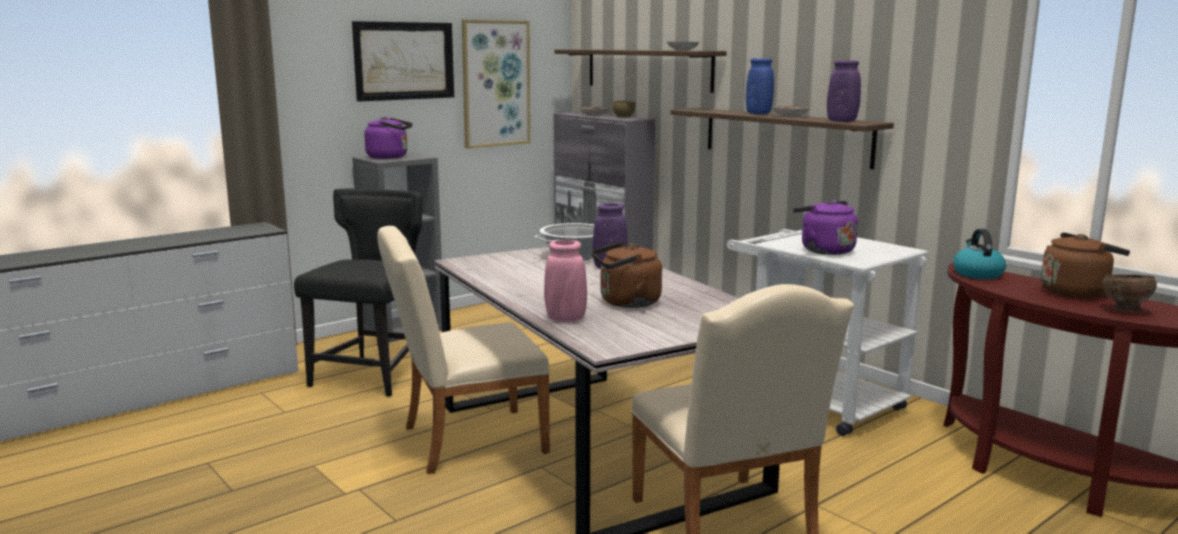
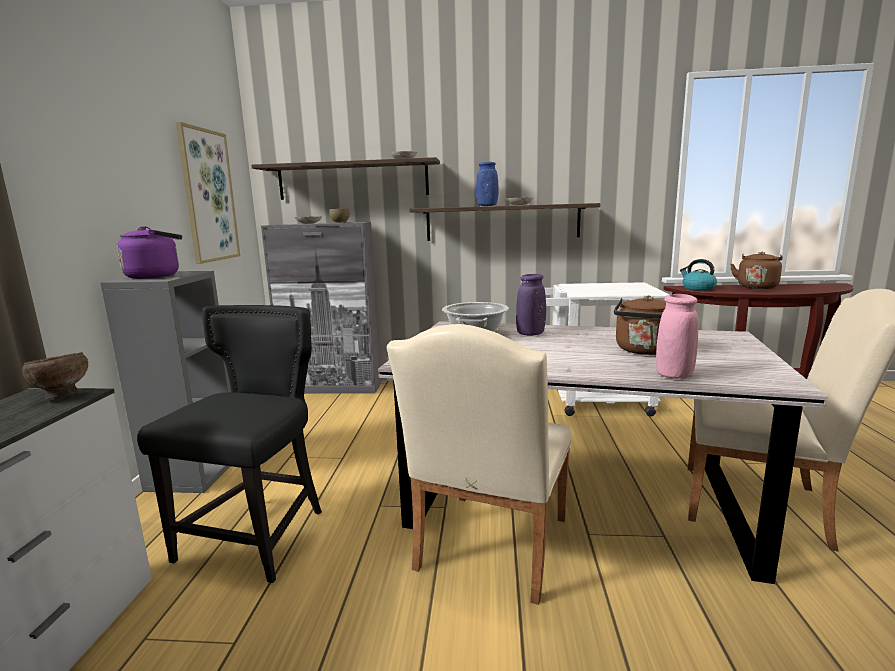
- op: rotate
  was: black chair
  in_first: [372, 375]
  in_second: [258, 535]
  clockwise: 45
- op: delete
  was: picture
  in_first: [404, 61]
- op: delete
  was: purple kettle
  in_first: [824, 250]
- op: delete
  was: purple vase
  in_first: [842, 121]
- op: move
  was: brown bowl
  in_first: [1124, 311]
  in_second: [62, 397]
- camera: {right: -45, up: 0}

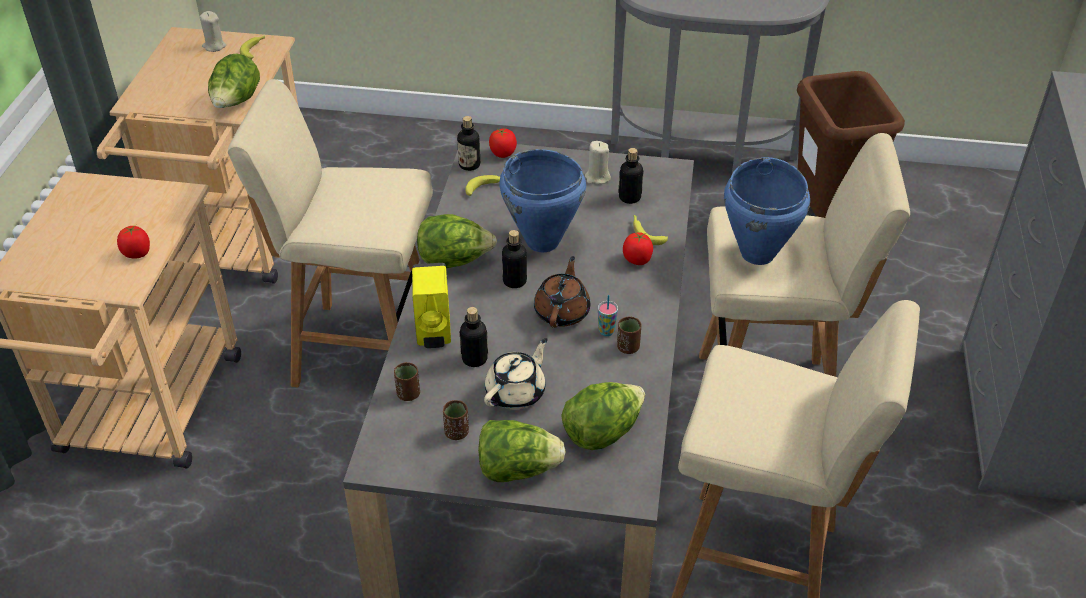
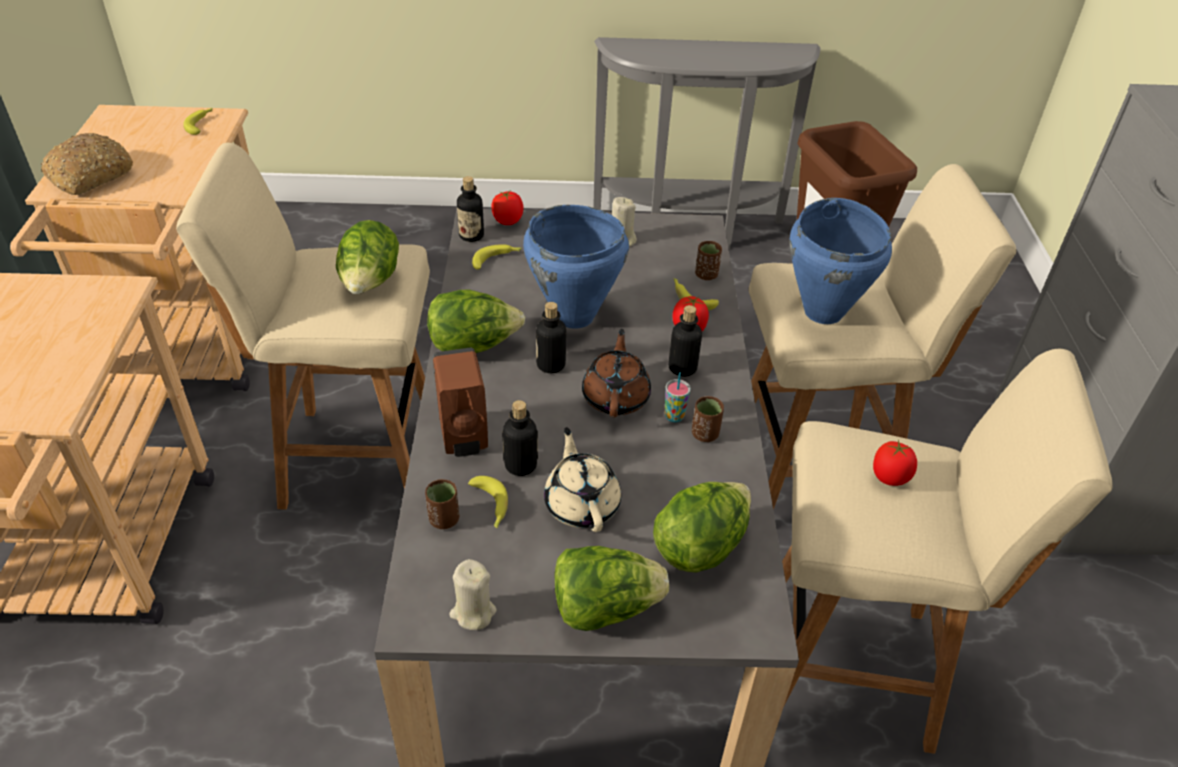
- op: move
  was: tomato
  in_first: [137, 253]
  in_second: [890, 477]
- op: move
  was: beige candle
  in_first: [214, 46]
  in_second: [473, 612]
- op: move
  was: lettuce
  in_first: [236, 103]
  in_second: [370, 284]
- op: recolor
  was: yellow soap dispenser
  now: brown soap dispenser
  in_first: [434, 334]
  in_second: [463, 438]
- op: move
  was: brown cup
  in_first: [456, 432]
  in_second: [706, 275]
- op: rotate
  was: beige teapot
  in_first: [516, 392]
  in_second: [582, 503]
  clockwise: -45
- op: move
  was: bottle
  in_first: [629, 197]
  in_second: [682, 368]
- op: insert
  now: bread
  in_second: [90, 175]
- op: insert
  now: banana
  in_second: [490, 507]
- camera: {right: -10, up: 0}

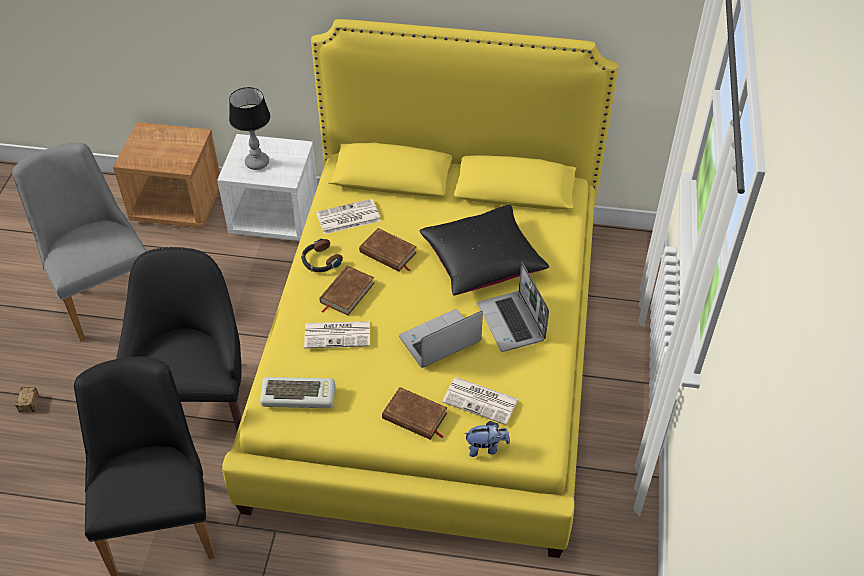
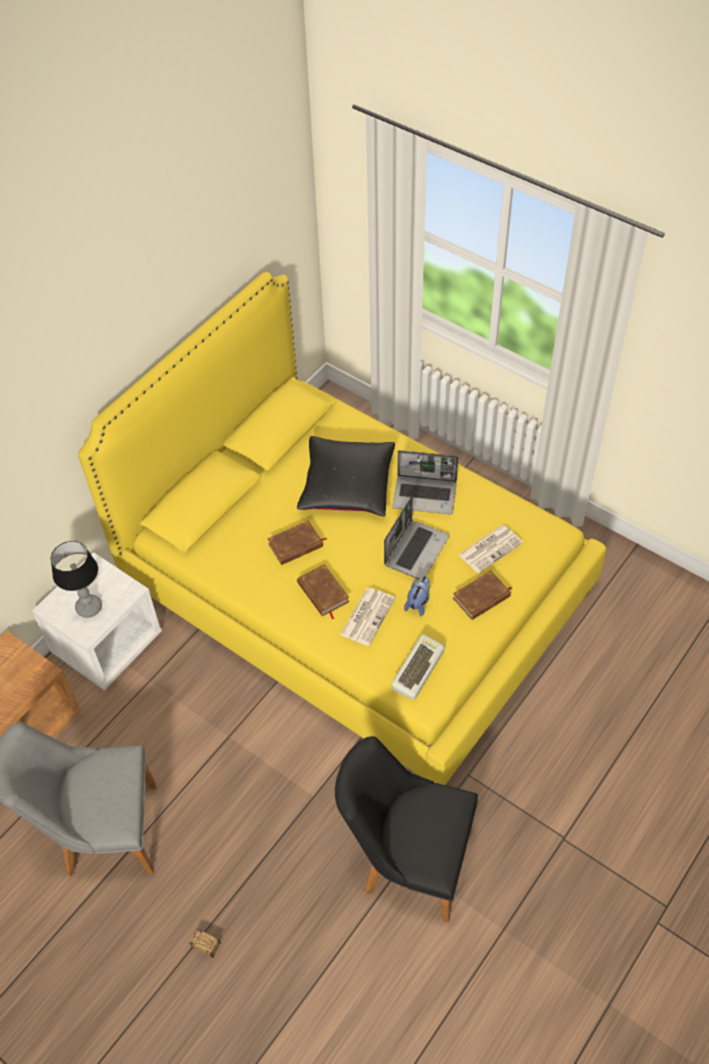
- op: delete
  was: black armchair
  in_first: [195, 395]
- op: delete
  was: headphones
  in_first: [320, 261]
- op: delete
  was: newspaper
  in_first: [347, 218]
- op: rotate
  was: laptop
  in_first: [439, 341]
  in_second: [416, 550]
  clockwise: -150
- op: move
  was: plush toy
  in_first: [486, 447]
  in_second: [418, 603]
- camera: {right: -60, up: 5}

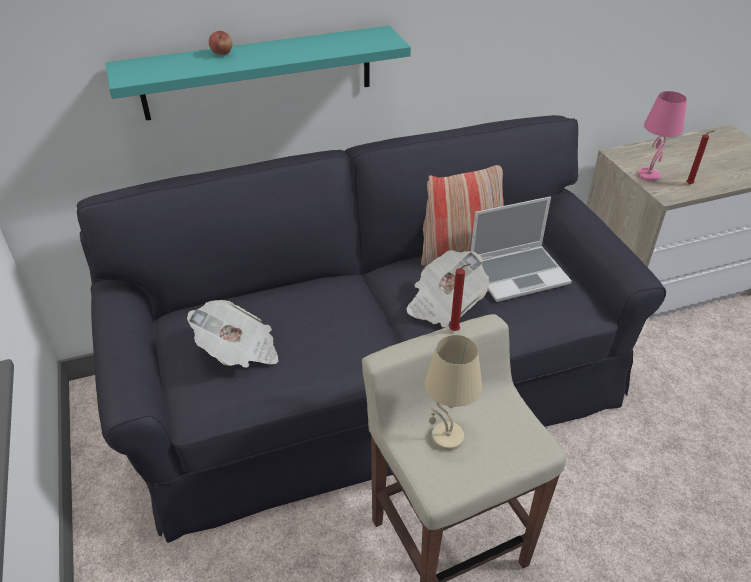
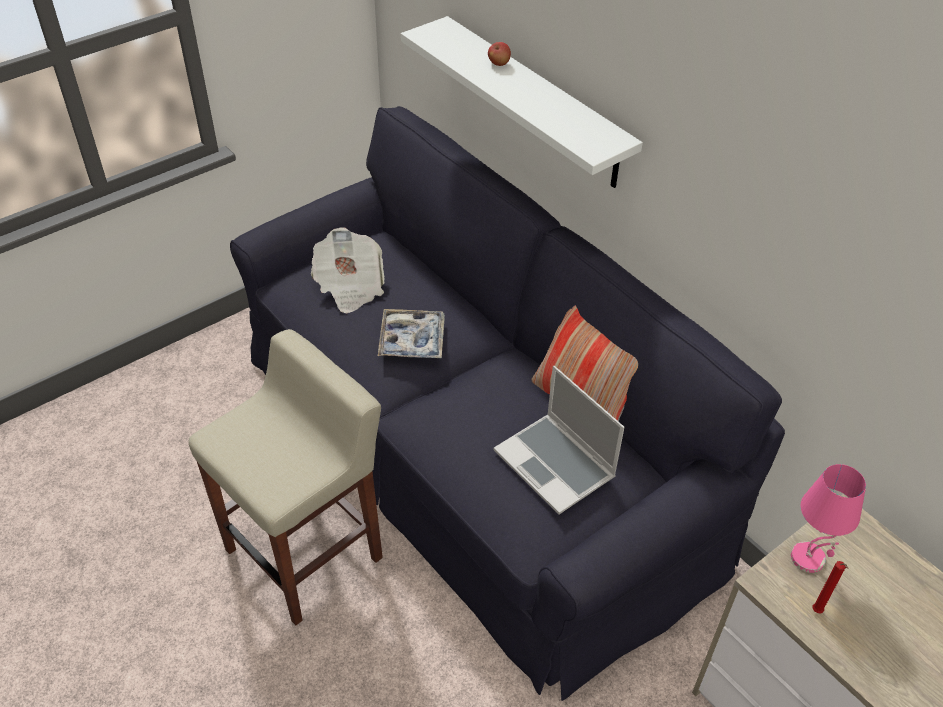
- op: recolor
  was: turquoise shelf
  now: white shelf
  in_first: [258, 73]
  in_second: [535, 102]
- op: delete
  was: newspaper
  in_first: [444, 304]
- op: delete
  was: beige table lamp
  in_first: [446, 437]
- op: delete
  was: red candle
  in_first: [456, 330]
- op: insert
  now: tray
  in_second: [412, 340]
- camera: {right: 70, up: 5}

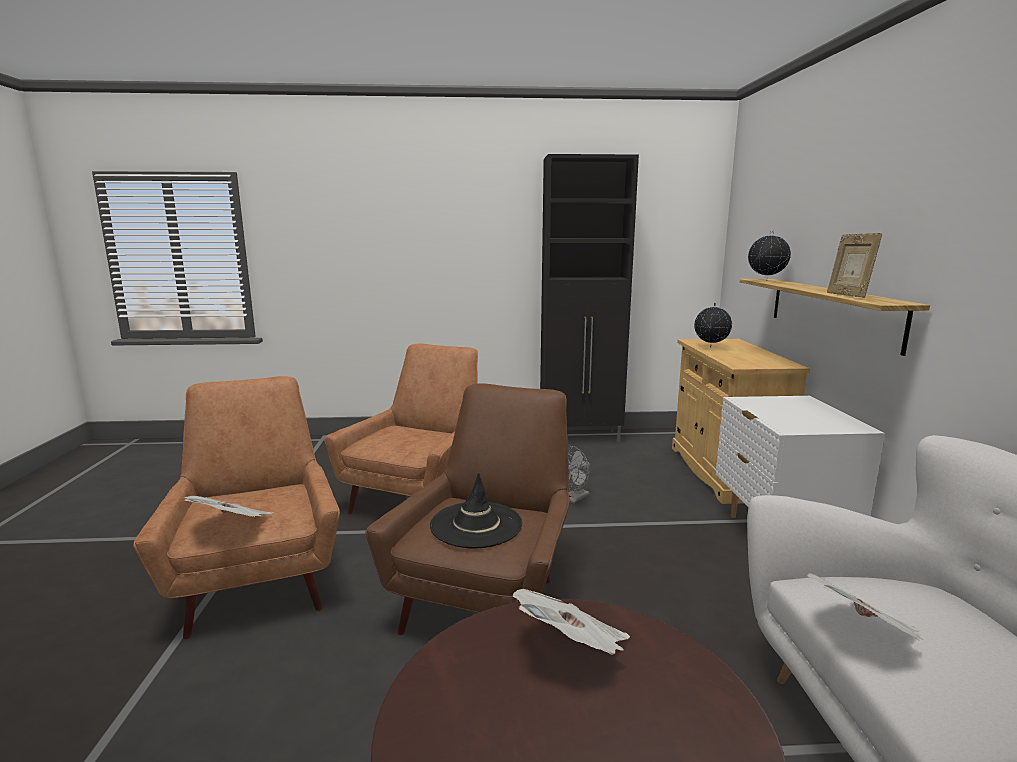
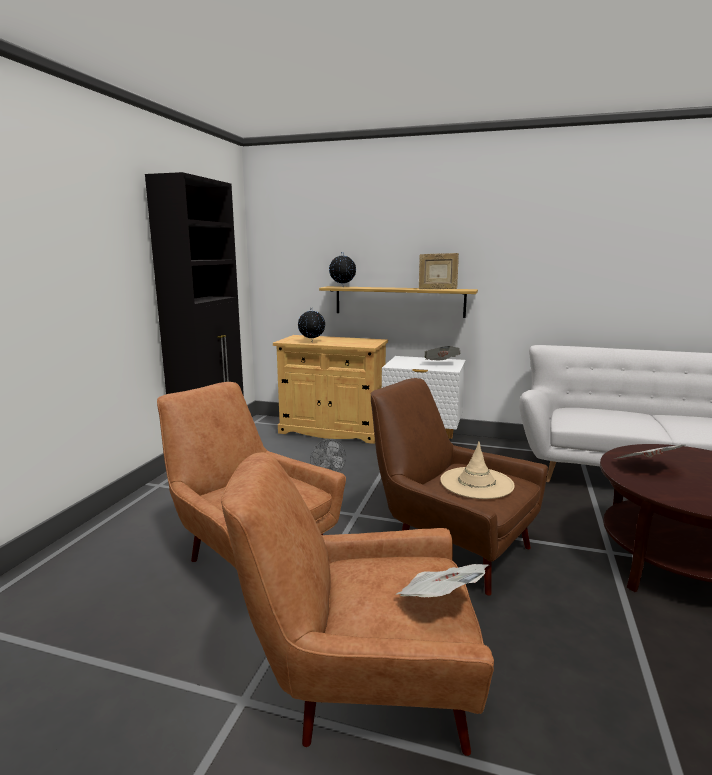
- op: recolor
  was: black hat
  now: beige hat
  in_first: [476, 525]
  in_second: [476, 483]
- op: move
  was: newspaper
  in_first: [863, 632]
  in_second: [441, 364]
- camera: {right: -70, up: 0}

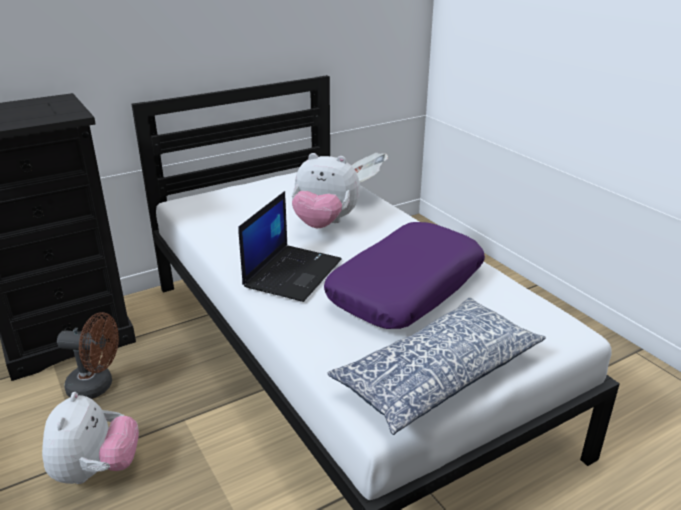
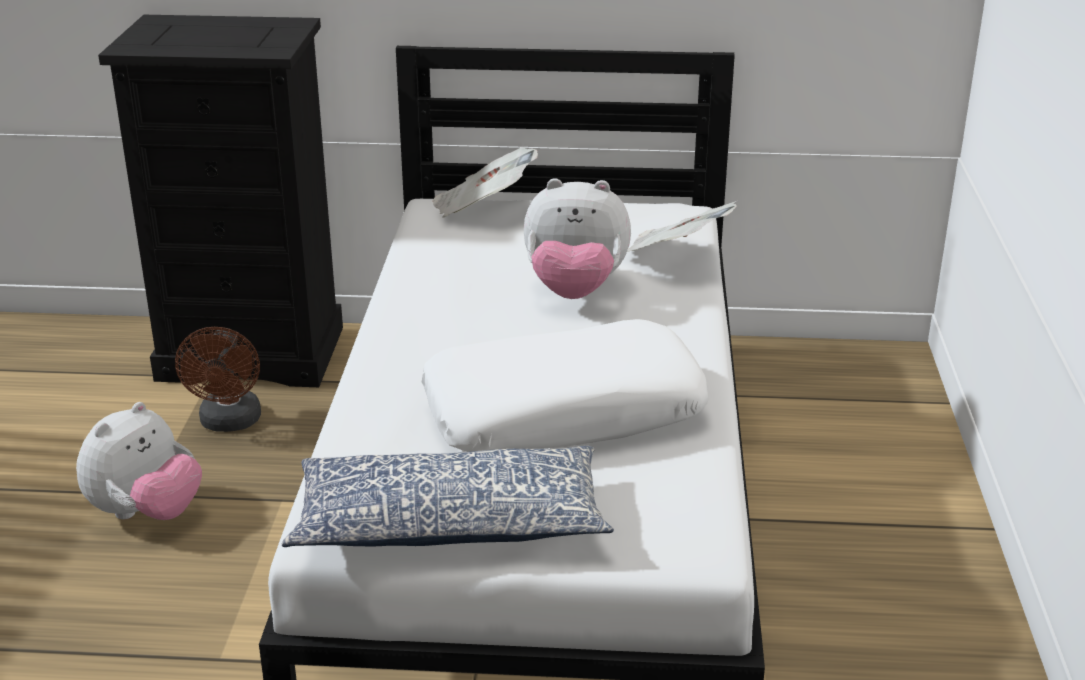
- op: rotate
  was: brown fan
  in_first: [97, 386]
  in_second: [229, 423]
  clockwise: 45
- op: delete
  was: laptop
  in_first: [292, 272]
- op: rotate
  was: plush toy
  in_first: [324, 224]
  in_second: [575, 291]
  clockwise: -45
- op: recolor
  was: purple pillow
  now: white pillow
  in_first: [406, 288]
  in_second: [564, 411]
- op: insert
  now: newspaper
  in_second: [482, 208]
- camera: {right: 35, up: 0}

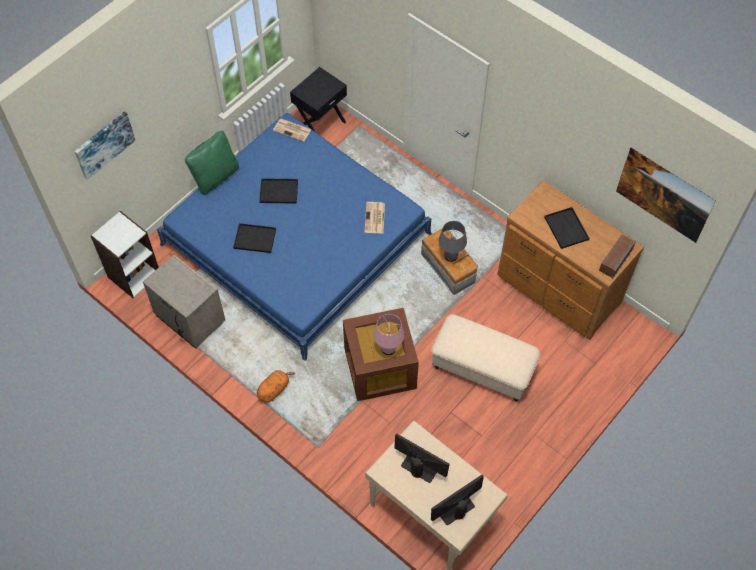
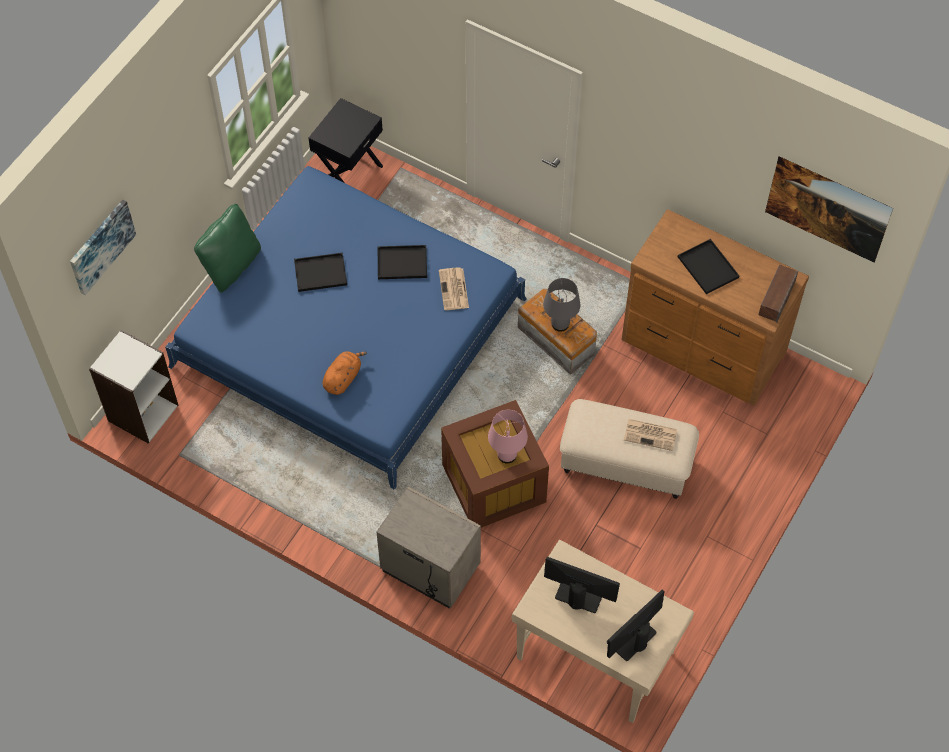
- op: move
  was: beige nightstand
  in_first: [189, 319]
  in_second: [429, 569]
- op: move
  was: black tray
  in_first: [254, 239]
  in_second: [401, 263]
- op: move
  was: orange plush toy
  in_first: [274, 389]
  in_second: [343, 378]
- op: move
  was: newspaper
  in_first: [293, 130]
  in_second: [651, 434]
- camera: {right: -10, up: 0}

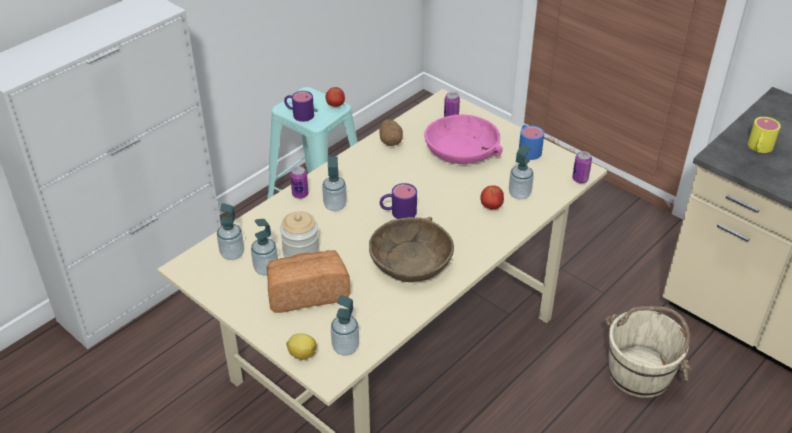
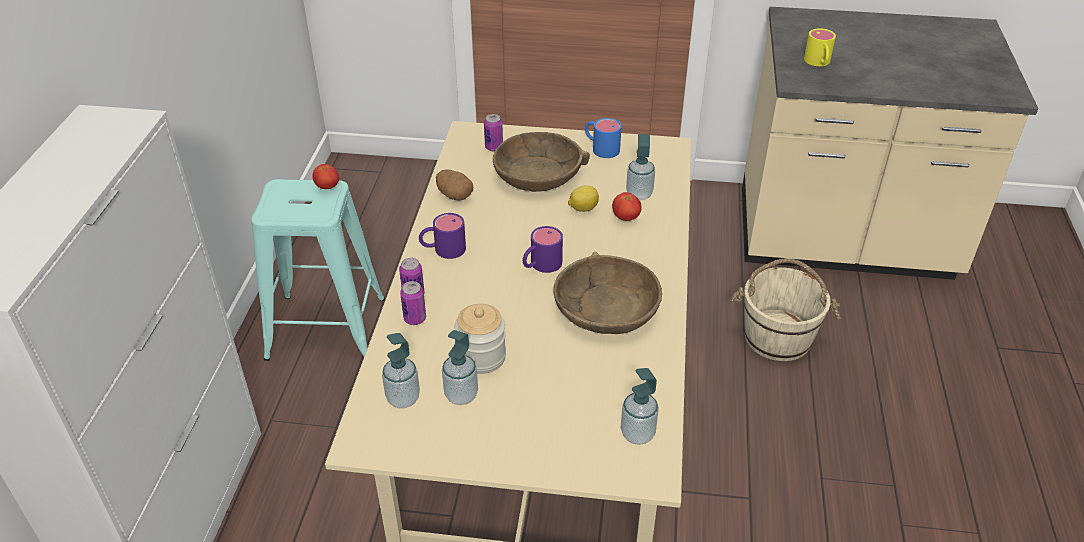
- op: delete
  was: bread
  in_first: [307, 292]
- op: move
  was: purple mug
  in_first: [299, 114]
  in_second: [443, 249]
- op: move
  was: lemon
  in_first: [301, 354]
  in_second: [583, 208]
- op: delete
  was: soap dispenser
  in_first: [335, 205]
- op: recolor
  was: pink bowl
  now: brown bowl
  in_first: [462, 149]
  in_second: [538, 174]
- op: move
  was: can
  in_first: [580, 179]
  in_second: [415, 319]
- camera: {right: -35, up: 0}

